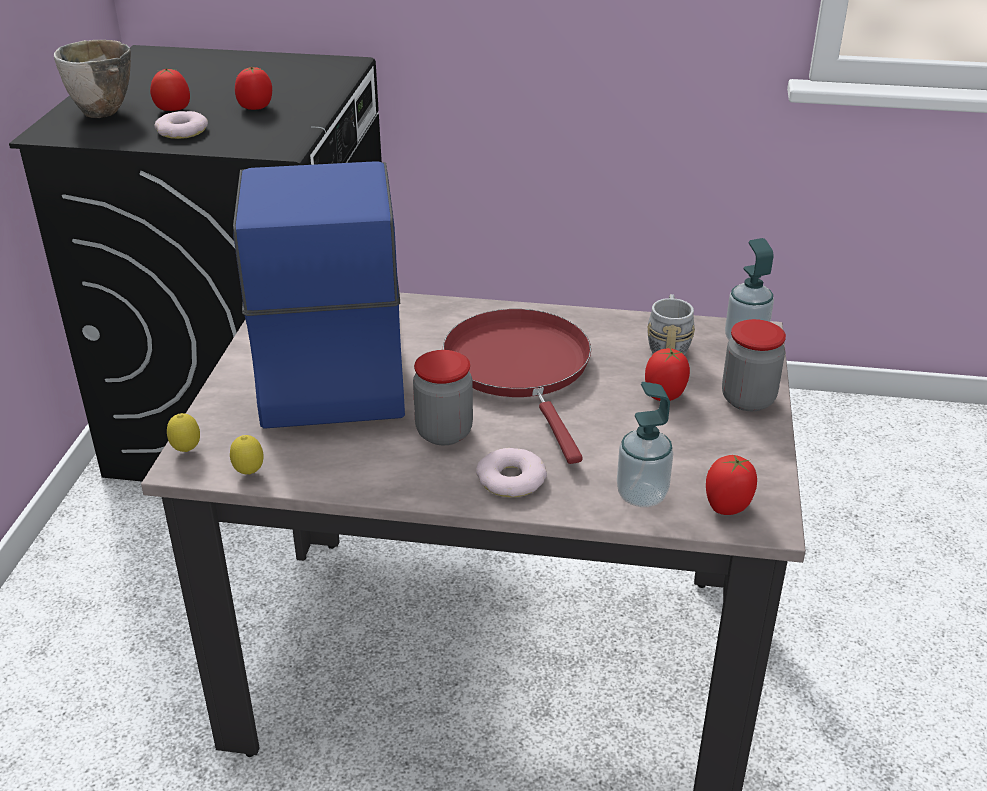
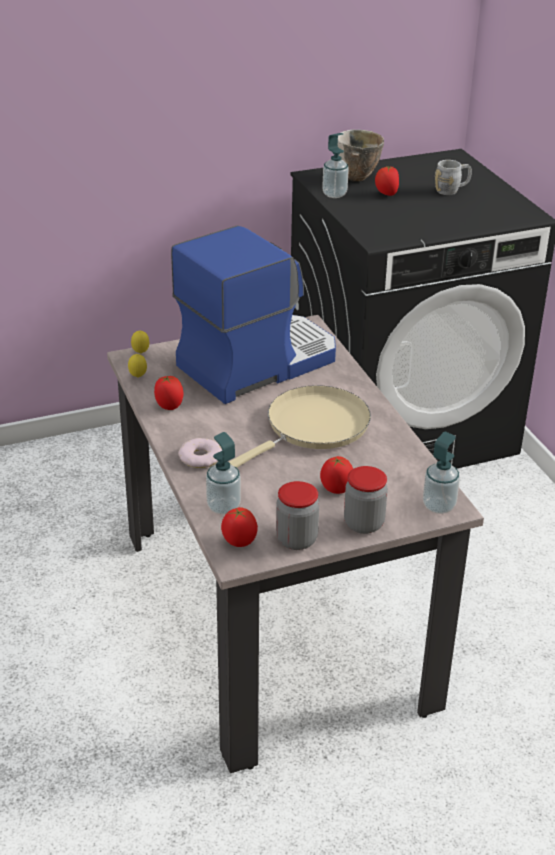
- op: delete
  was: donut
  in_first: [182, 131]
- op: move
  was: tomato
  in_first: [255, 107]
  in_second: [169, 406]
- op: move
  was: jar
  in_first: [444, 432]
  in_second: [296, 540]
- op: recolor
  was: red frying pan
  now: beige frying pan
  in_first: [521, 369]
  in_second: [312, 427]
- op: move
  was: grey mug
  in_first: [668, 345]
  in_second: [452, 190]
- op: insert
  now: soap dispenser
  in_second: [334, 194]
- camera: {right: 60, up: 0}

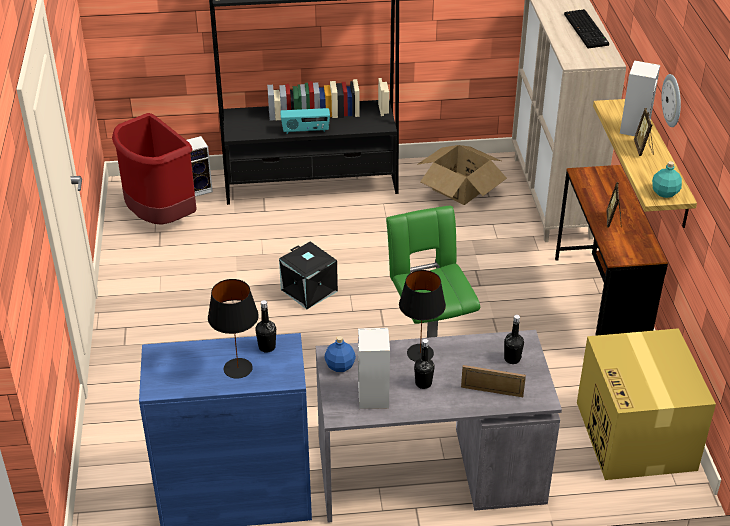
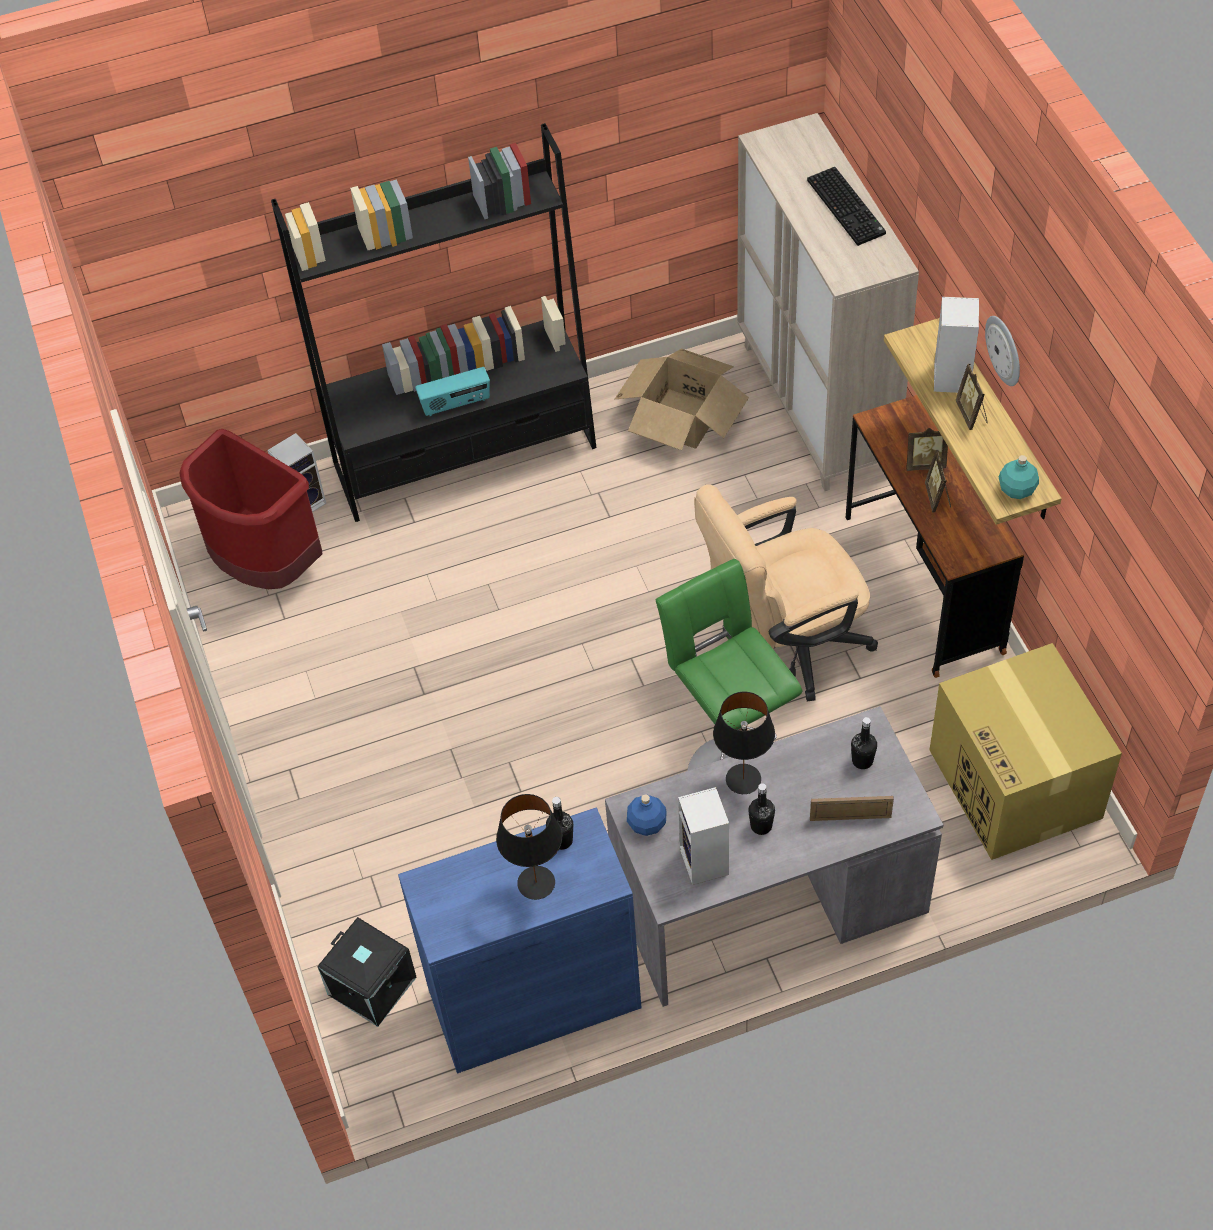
- op: move
  was: black storage box
  in_first: [308, 290]
  in_second: [370, 987]
- op: insert
  now: beige office chair
  in_second: [783, 646]
- op: insert
  now: picture frame
  in_second: [924, 463]
- camera: {right: -10, up: 15}

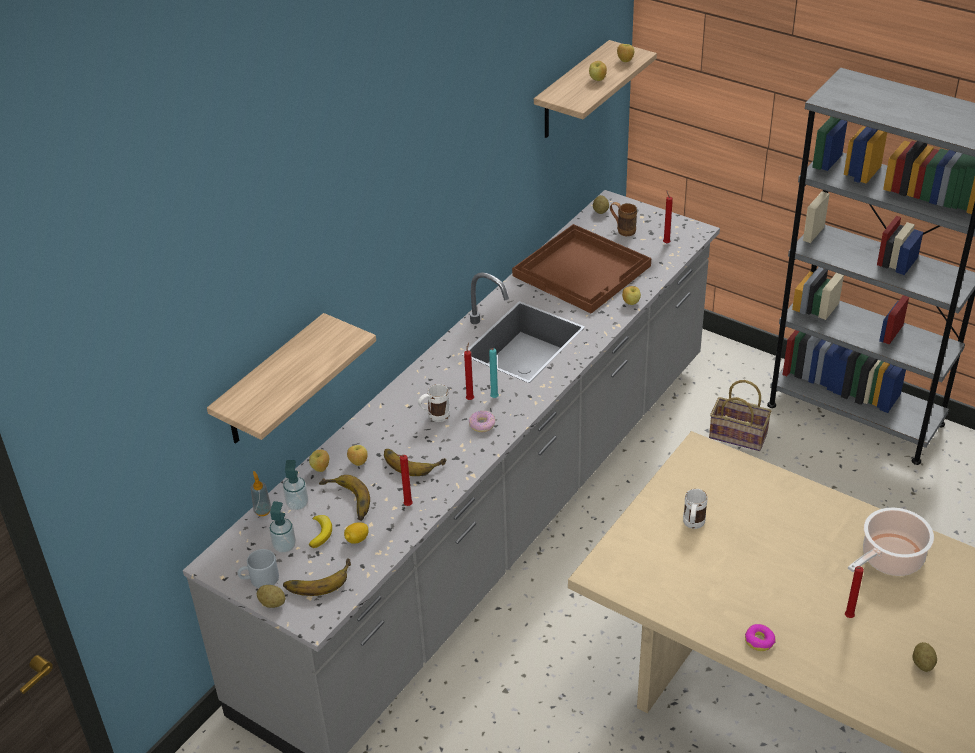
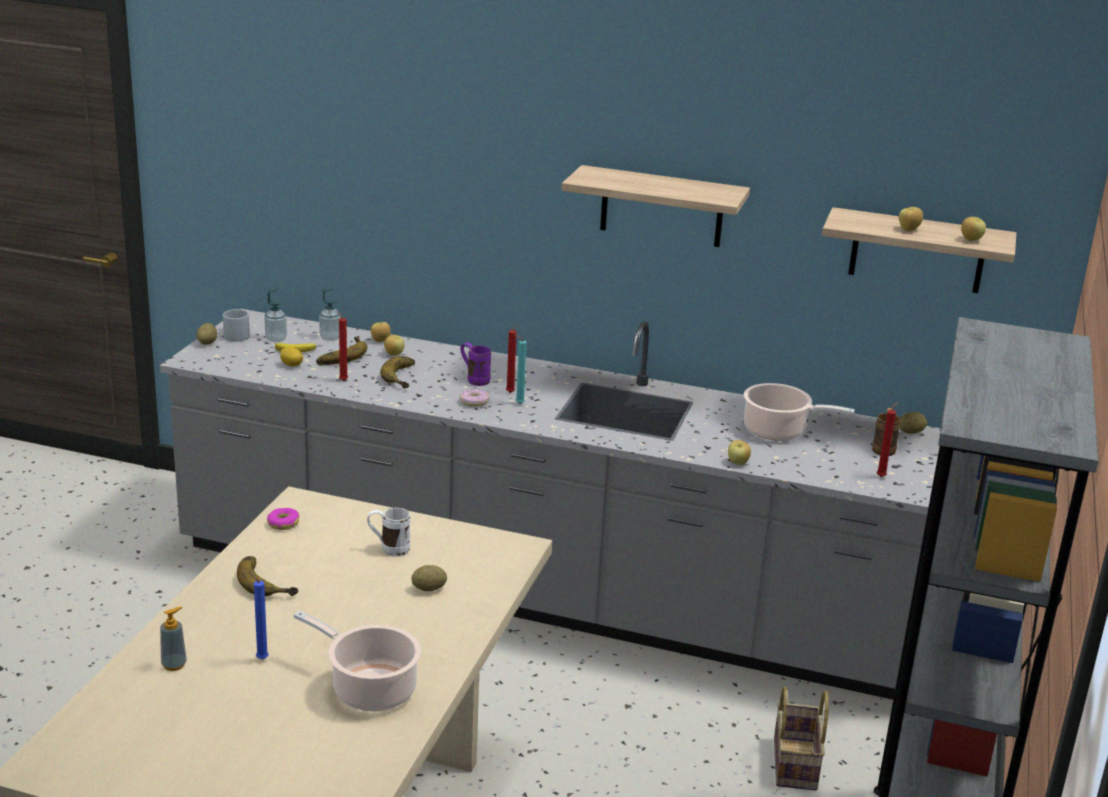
- op: move
  was: shelf
  in_first: [271, 383]
  in_second: [662, 207]
- op: move
  was: soap dispenser
  in_first: [262, 511]
  in_second: [174, 665]
- op: move
  was: banana
  in_first: [317, 579]
  in_second: [268, 580]
- op: recolor
  was: white mug
  now: purple mug
  in_first: [434, 417]
  in_second: [474, 379]
- op: replace
  was: brown tray
  now: cooking pot
  in_first: [583, 271]
  in_second: [778, 431]
- op: move
  was: donut
  in_first: [759, 641]
  in_second: [283, 523]
- op: recolor
  was: red candle
  now: blue candle
  in_first: [848, 618]
  in_second: [260, 658]
- op: move
  was: potato
  in_first: [922, 664]
  in_second: [429, 589]
- camera: {right: 70, up: -15}

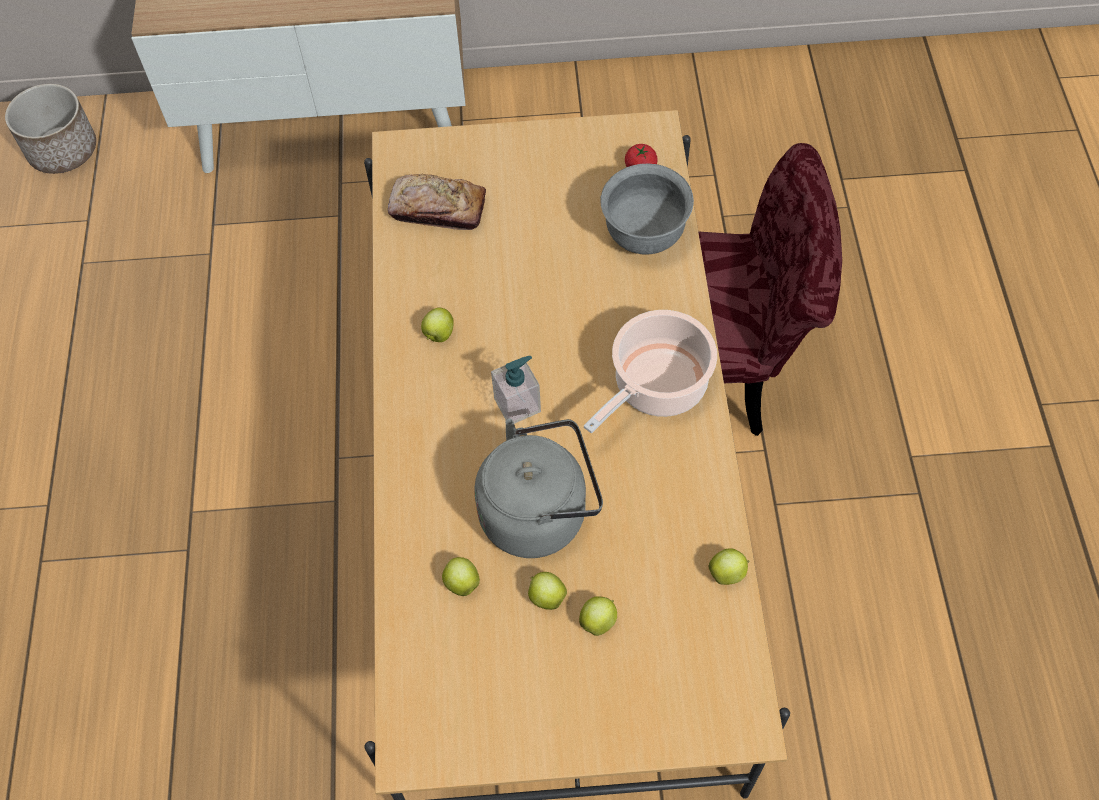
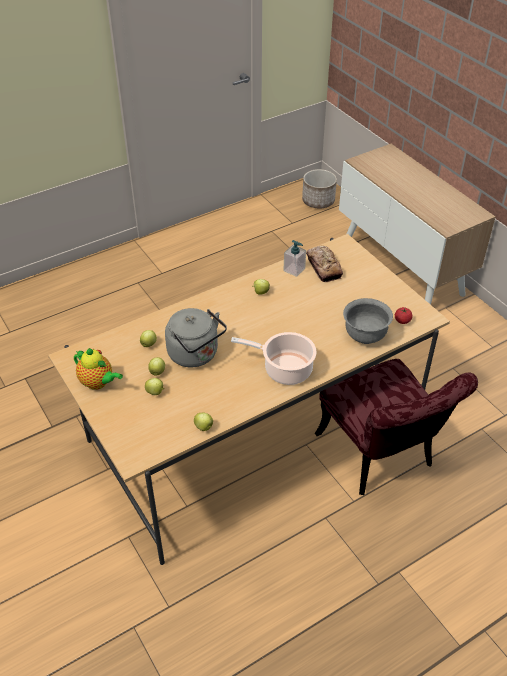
- op: move
  was: soap dispenser
  in_first: [517, 405]
  in_second: [294, 270]
- op: insert
  now: teapot
  in_second: [98, 383]
- camera: {right: 60, up: -15}

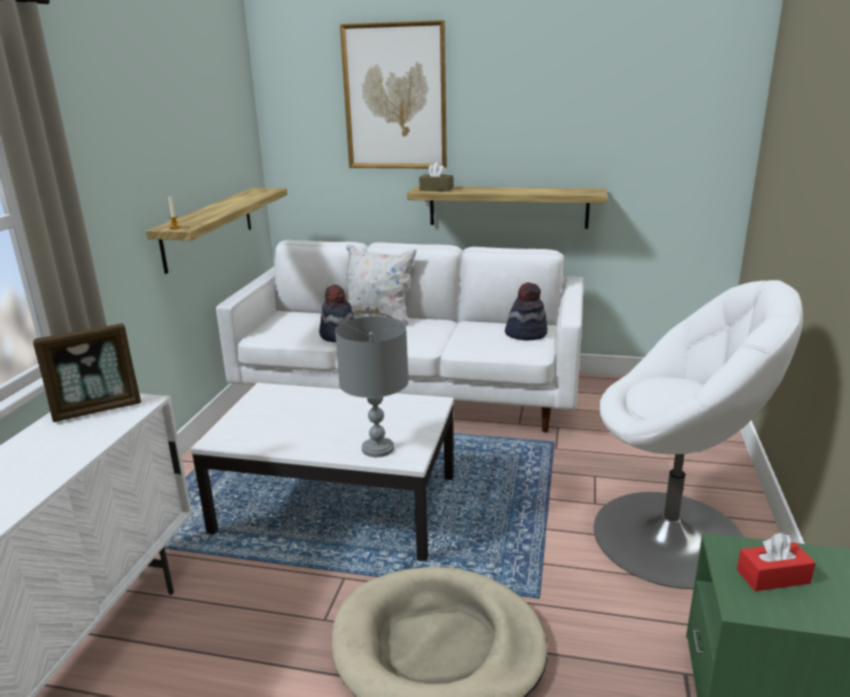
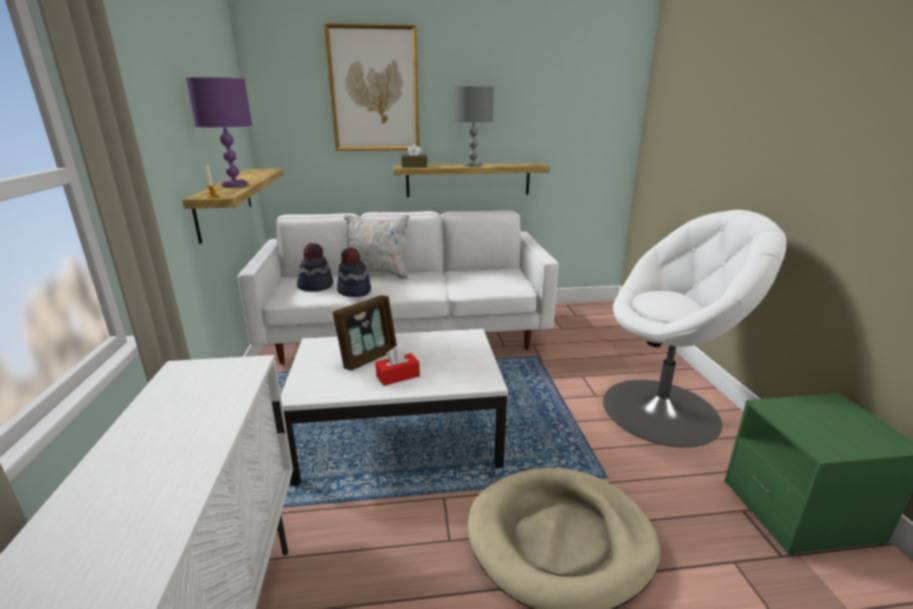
- op: move
  was: picture frame
  in_first: [98, 408]
  in_second: [369, 358]
- op: move
  was: grey table lamp
  in_first: [378, 449]
  in_second: [473, 165]
- op: move
  was: hat
  in_first: [526, 334]
  in_second: [315, 286]
- op: move
  was: red tissue box
  in_first: [773, 576]
  in_second: [398, 376]
- op: insert
  now: purple table lamp
  in_second: [234, 185]
- camera: {right: -20, up: 0}

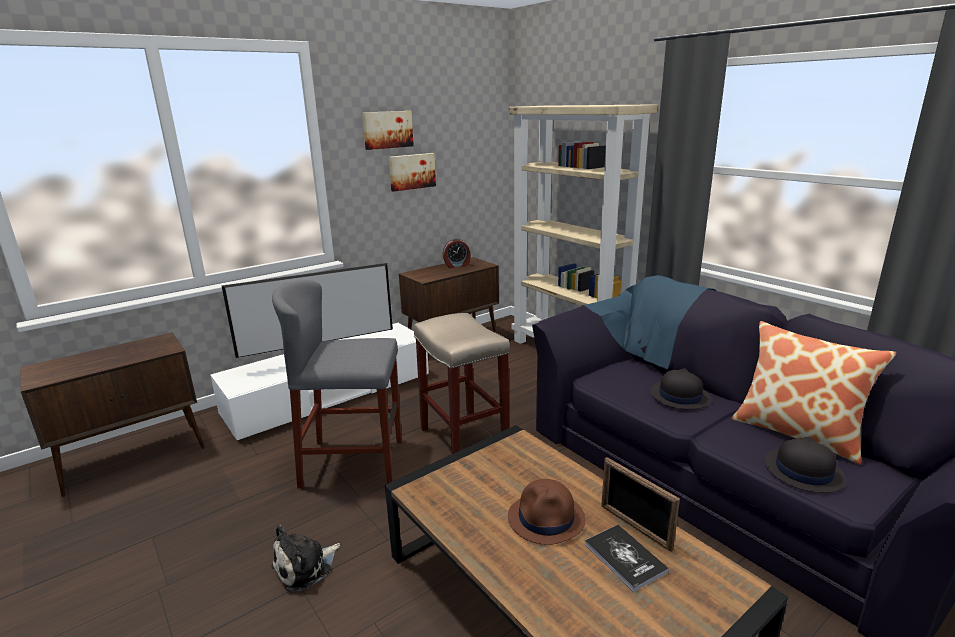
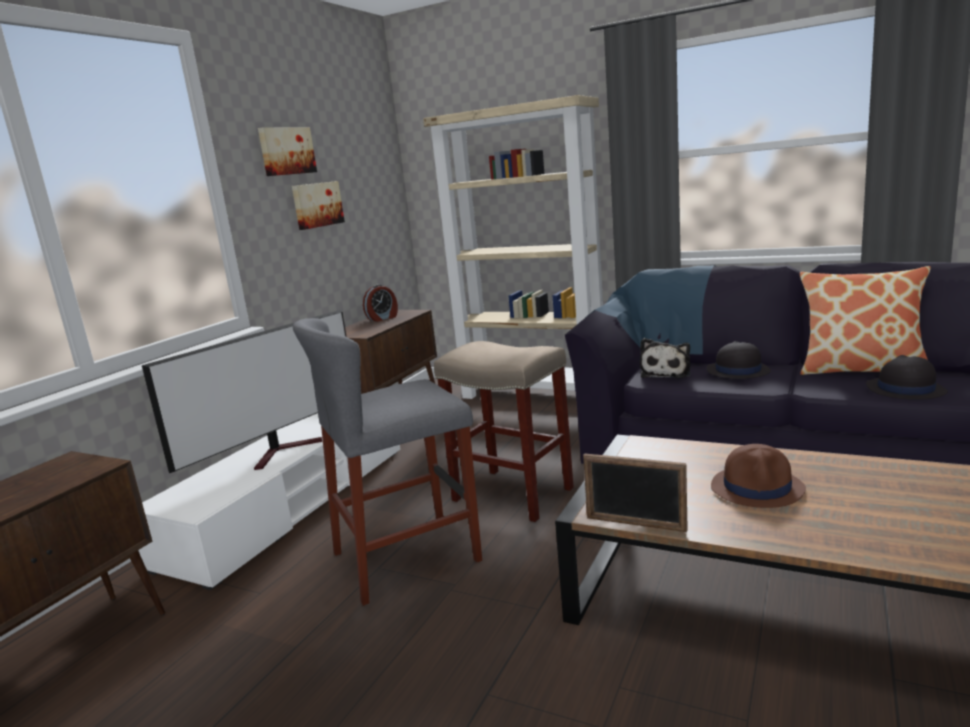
- op: move
  was: plush toy
  in_first: [305, 567]
  in_second: [666, 372]
- op: delete
  was: book
  in_first: [625, 558]
- op: move
  was: picture frame
  in_first: [634, 527]
  in_second: [635, 524]
- camera: {right: -25, up: -5}

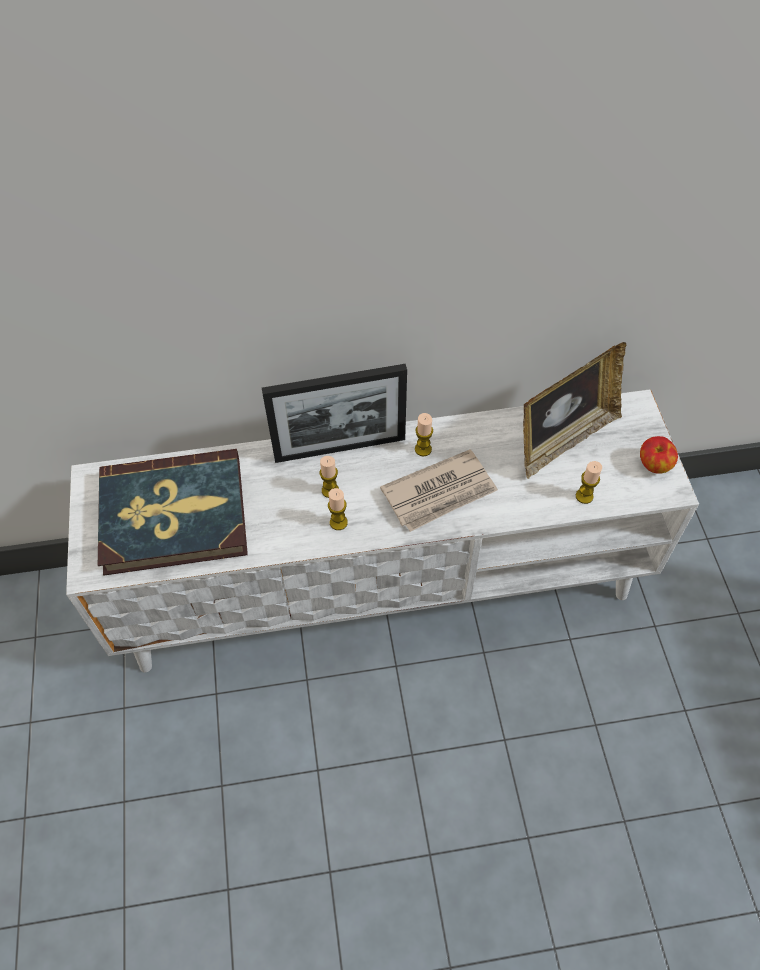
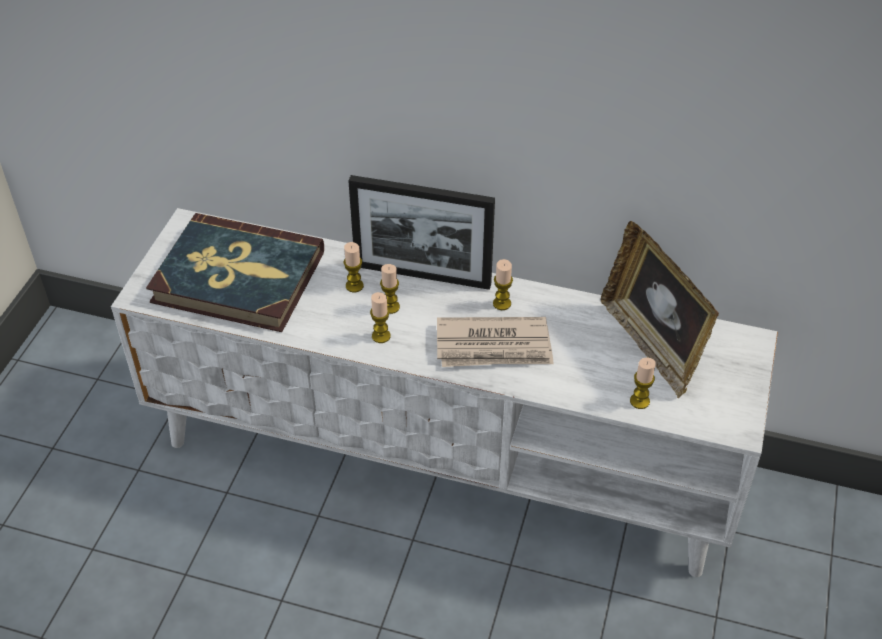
- op: rotate
  was: picture frame
  in_first: [563, 439]
  in_second: [651, 344]
  clockwise: 75
- op: delete
  was: apple
  in_first: [653, 465]
- op: insert
  now: candle
  in_second: [354, 286]
- camera: {right: 25, up: -10}

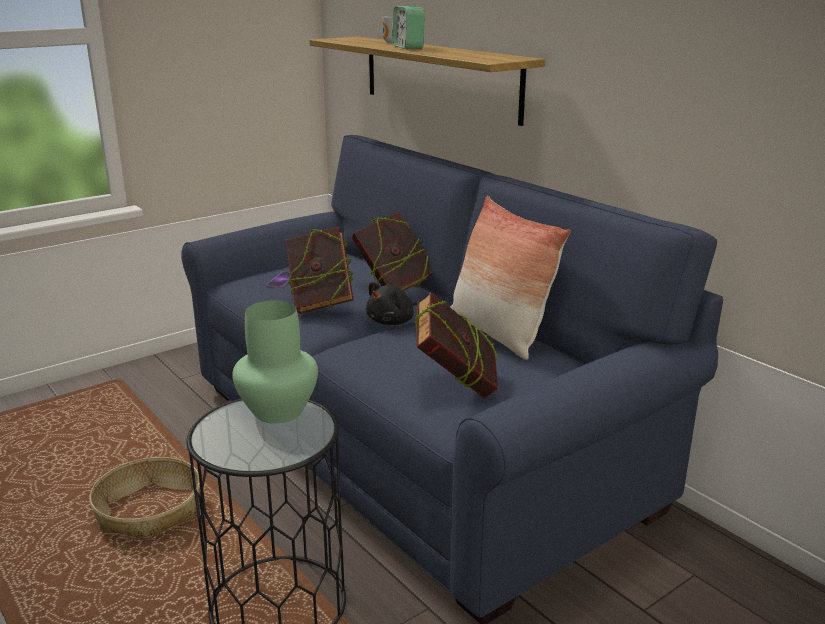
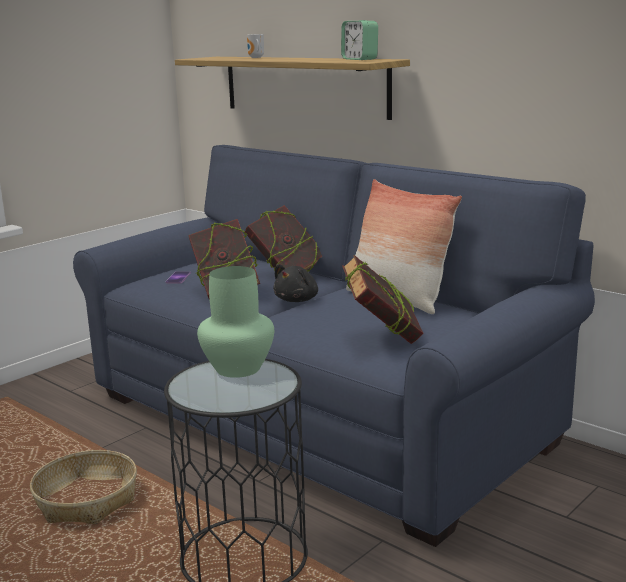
- op: move
  was: alarm clock
  in_first: [408, 47]
  in_second: [359, 59]
- camera: {right: -10, up: -5}

